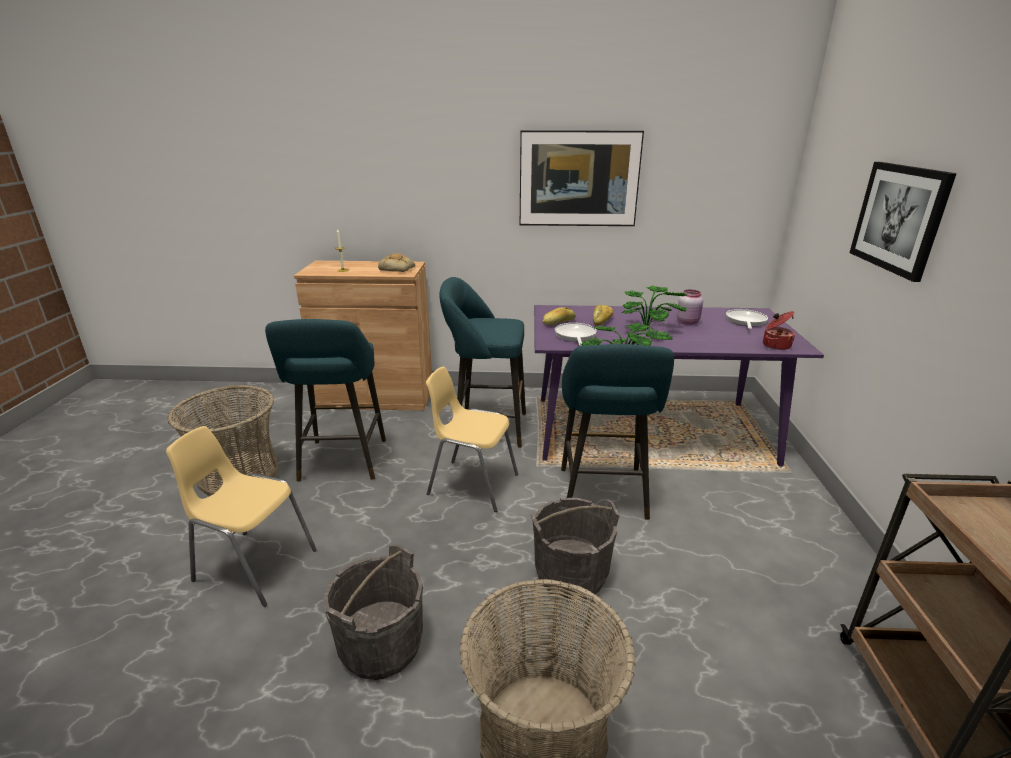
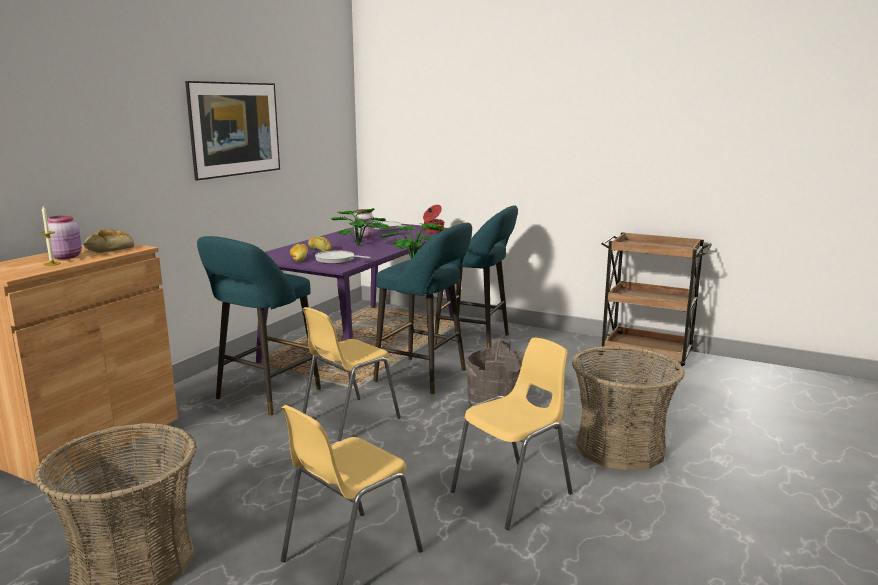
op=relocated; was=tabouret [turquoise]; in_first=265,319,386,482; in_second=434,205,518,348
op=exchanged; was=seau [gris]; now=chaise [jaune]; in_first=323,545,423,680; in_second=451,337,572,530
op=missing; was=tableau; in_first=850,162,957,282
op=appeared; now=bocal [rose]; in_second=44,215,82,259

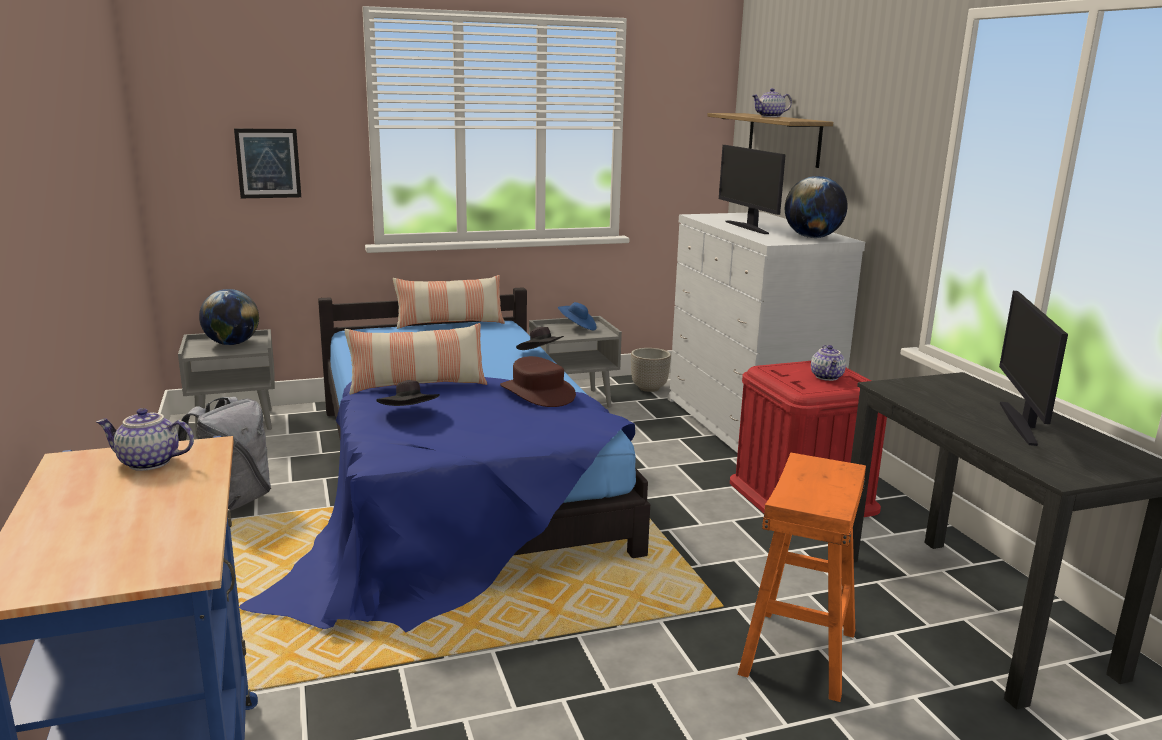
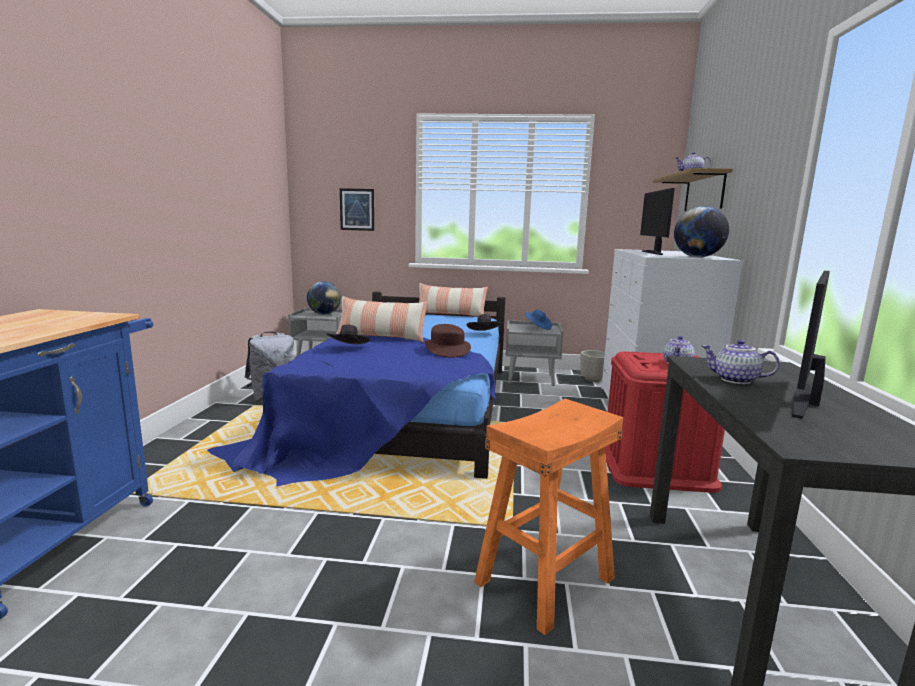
op=relocated; was=théière; in_first=96,408,194,471; in_second=702,340,780,384

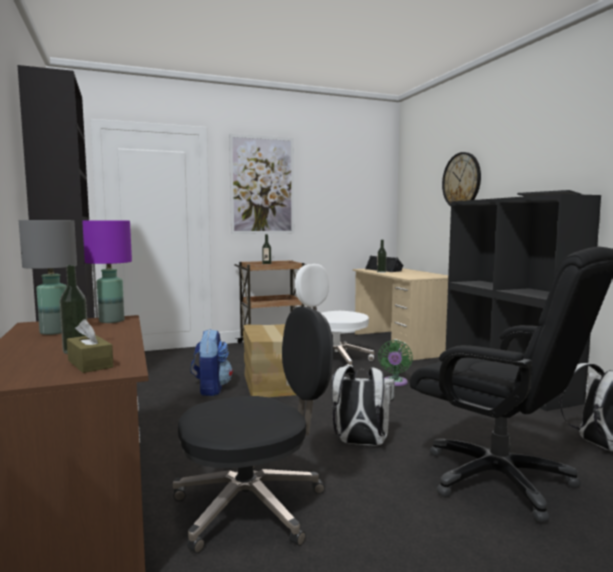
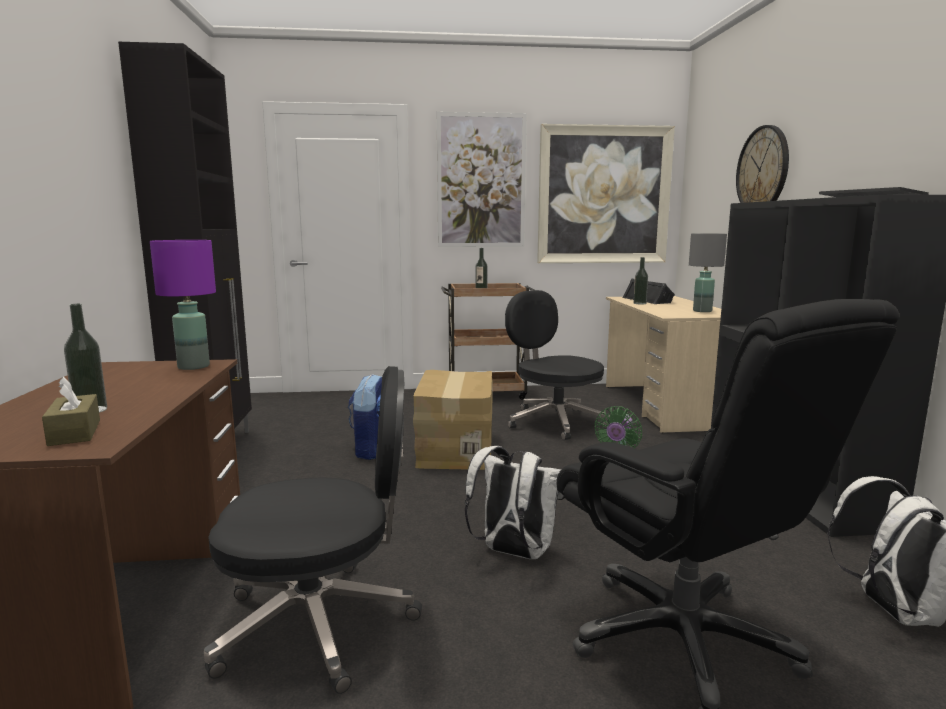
op=relocated; was=lampe de table [gris]; in_first=19,220,77,335; in_second=689,233,727,312
op=colour; was=chaise de bureau [blanc]; now=chaise de bureau [noir]; in_first=295,264,374,367; in_second=505,290,610,440
op=appeared; now=tableau; in_second=537,124,675,263

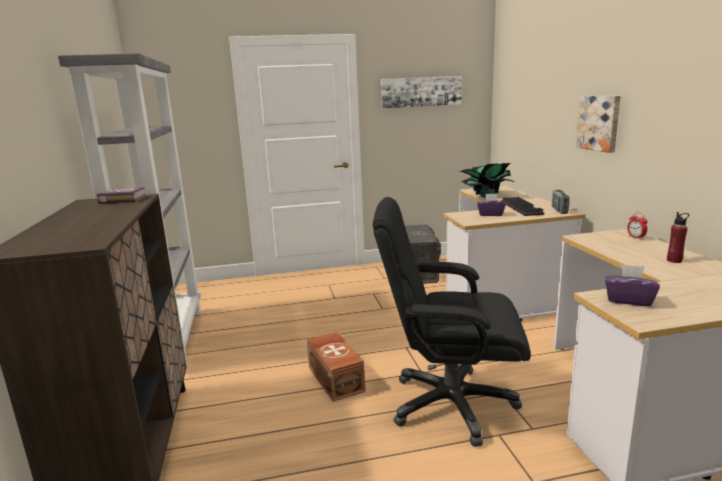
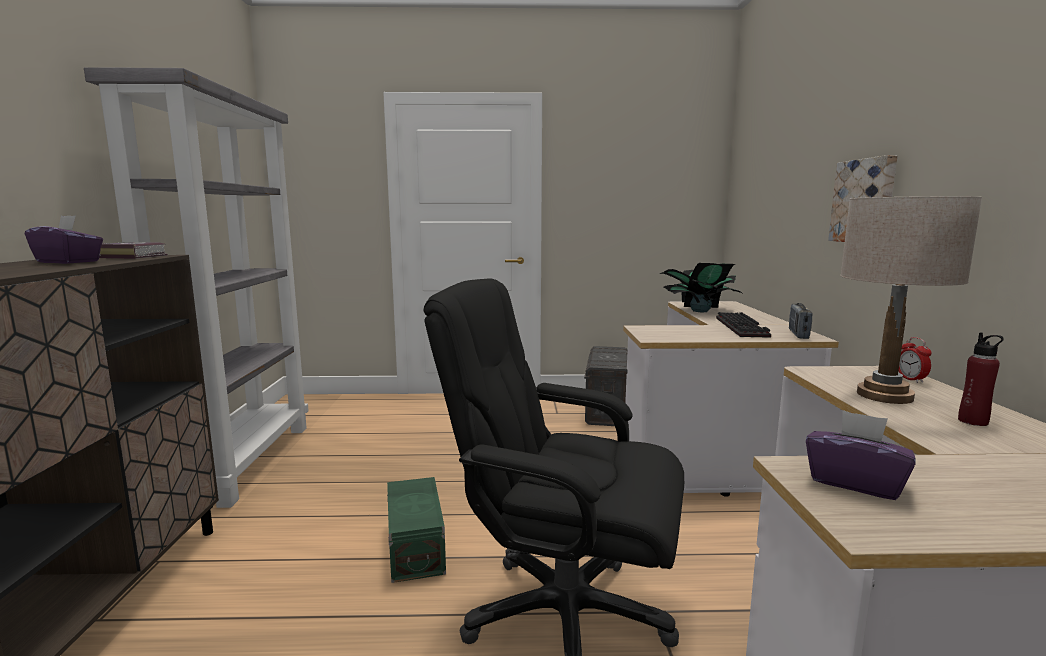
op=colour; was=boîte de rangement [marron]; now=boîte de rangement [vert]; in_first=307,332,365,402; in_second=387,477,446,583
op=missing; was=tableau; in_first=381,76,462,108
op=relocated; was=boîte à mouchoirs [violet]; in_first=477,194,506,216; in_second=25,215,103,264
op=appeared; now=lampe de table [beige]; in_second=840,196,982,404

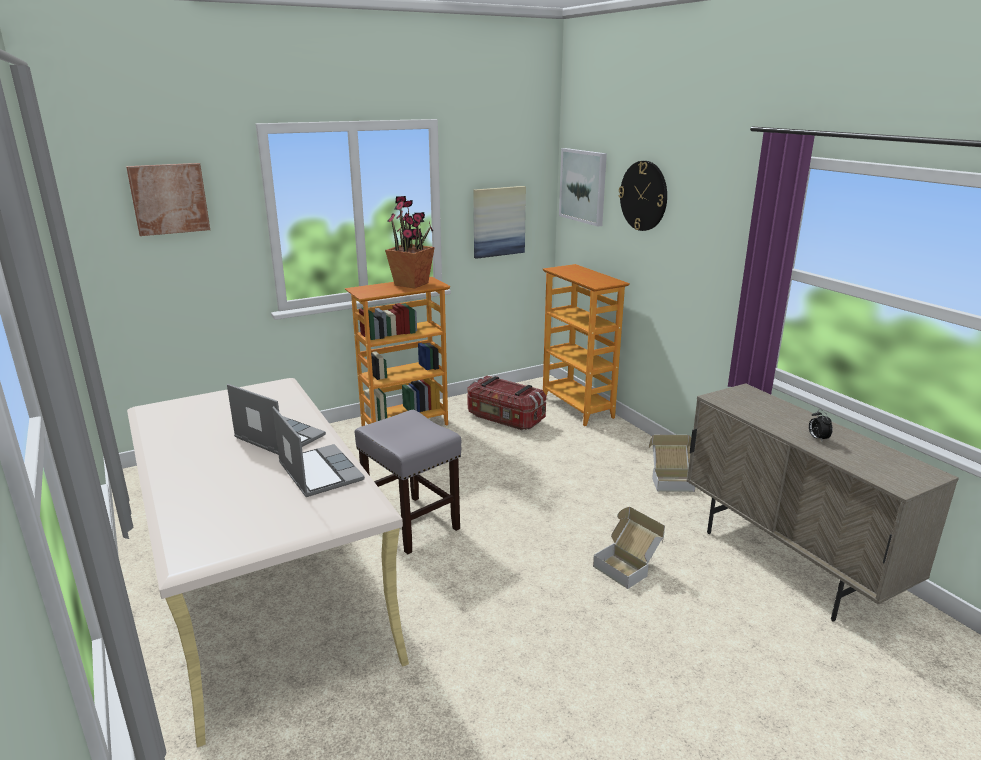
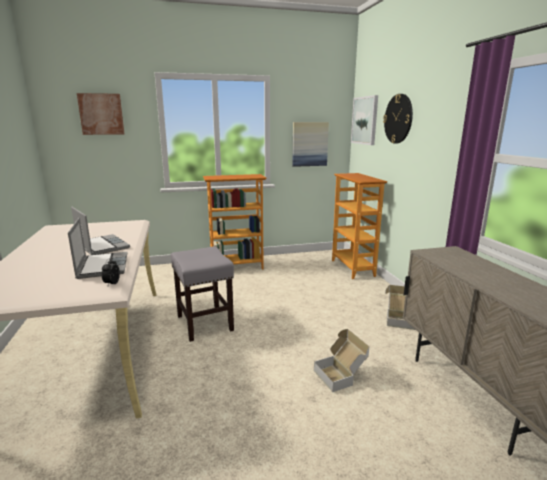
op=missing; was=plante en pot; in_first=385,196,435,289
op=missing; was=boîte de rangement; in_first=467,376,546,430
op=relocated; was=réveil; in_first=809,409,833,441; in_second=102,258,120,285

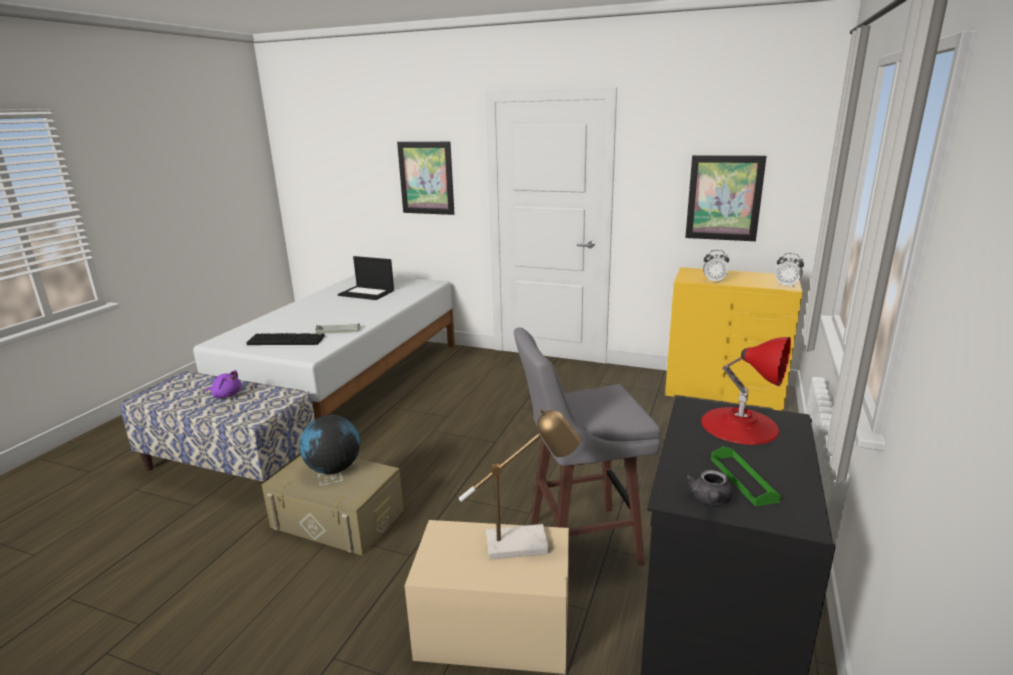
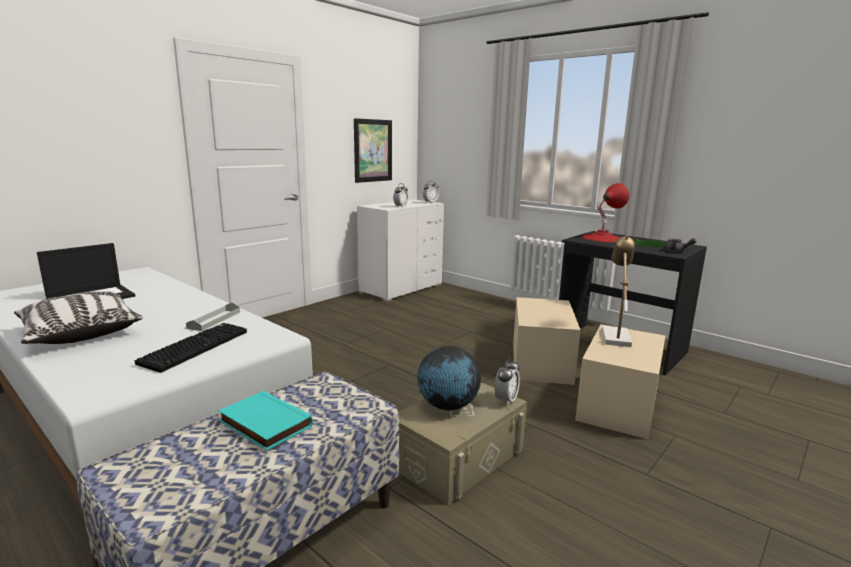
op=exchanged; was=peluche [violet]; now=livre [turquoise]; in_first=206,370,242,398; in_second=218,390,313,451
op=missing; was=tableau; in_first=397,142,454,215
op=exchanged; was=tabouret [gris]; now=boîte de rangement [beige]; in_first=514,327,661,566; in_second=513,297,581,385
op=colour; was=commode [jaune]; now=commode [blanc]; in_first=665,267,803,411; in_second=357,200,444,301
op=appeared; now=coussin; in_second=14,291,143,344
op=appeared; now=réveil; in_second=494,358,520,406

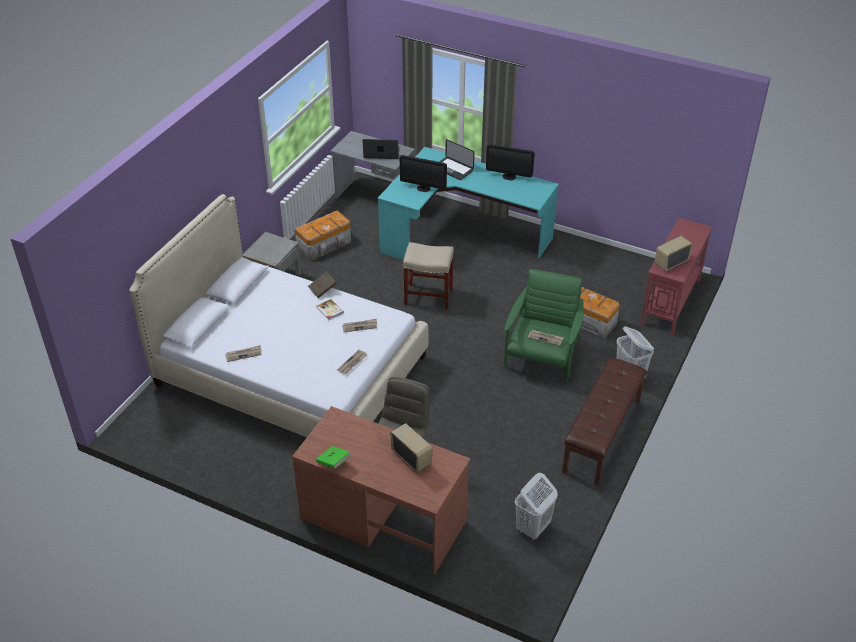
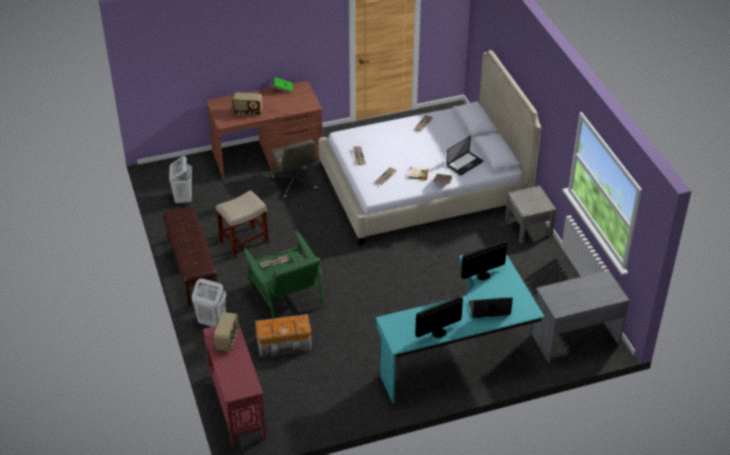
op=missing; was=boîte de rangement; in_first=295,210,351,260
op=relocated; was=ordinateur portable; in_first=363,139,400,159; in_second=446,136,483,176
op=relocated; was=tabouret [beige]; in_first=403,242,454,309; in_second=216,190,269,258

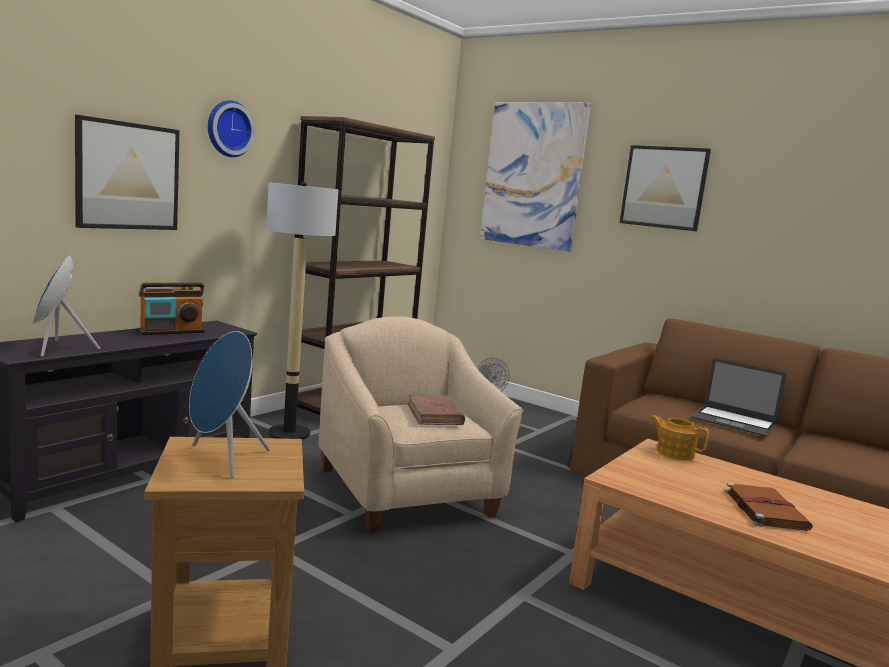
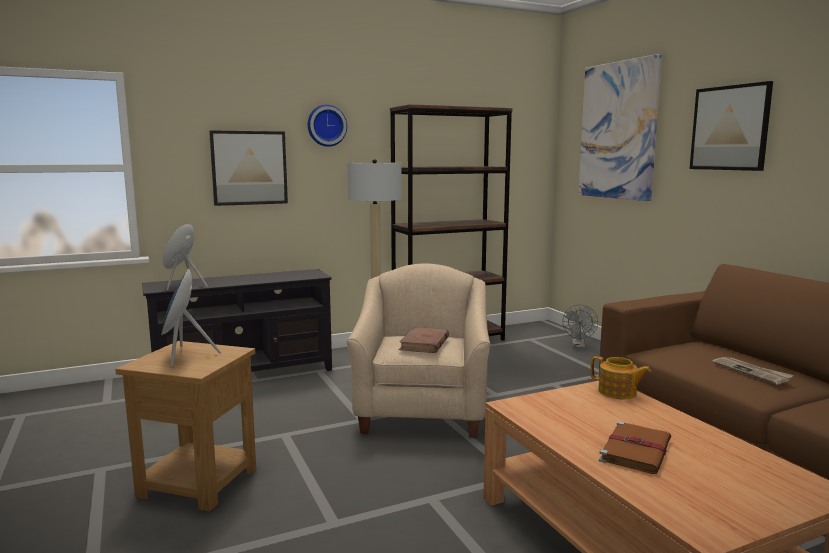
op=missing; was=radio; in_first=136,283,205,335
op=spun; was=théière; in_first=650,415,709,460; in_second=591,356,651,399; clockwise=150
op=exchanged; was=ordinateur portable; now=journal; in_first=692,358,786,436; in_second=712,357,794,385

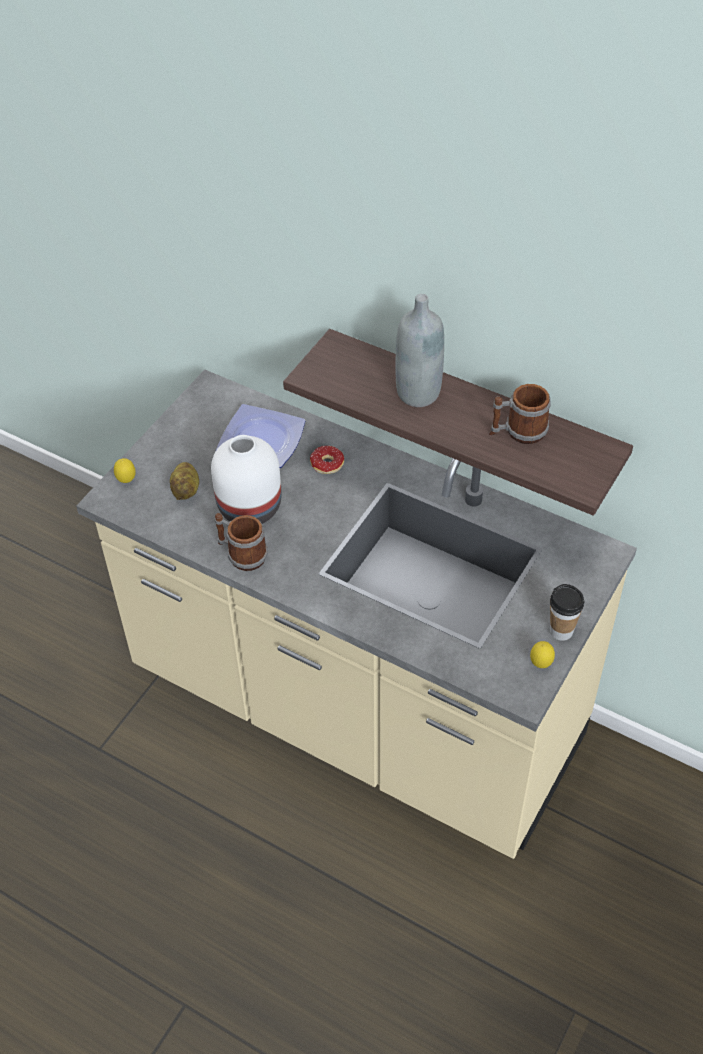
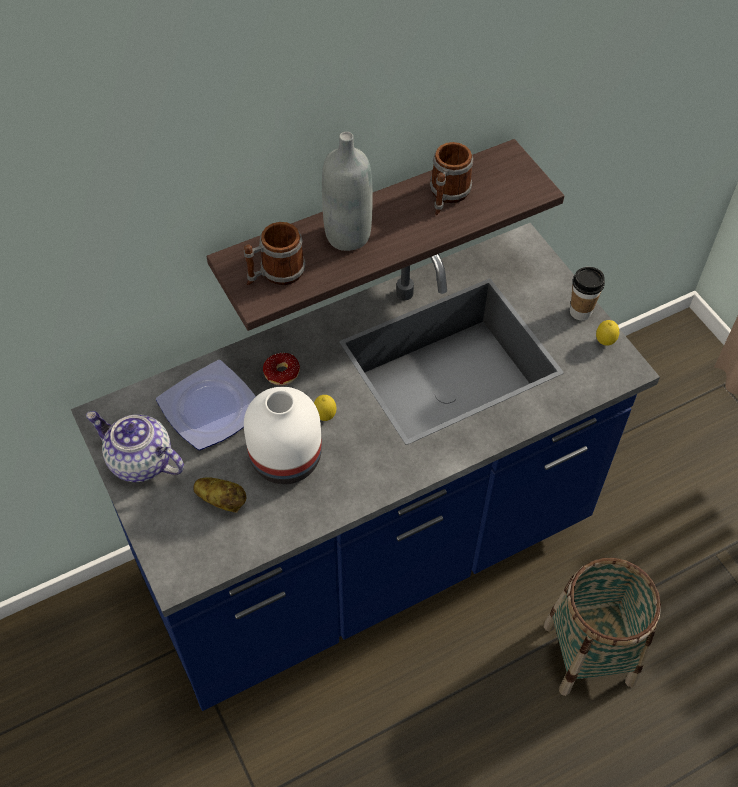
op=colour; was=comptoir de cuisine [beige]; now=comptoir de cuisine [bleu]; in_first=76,369,637,859; in_second=71,223,660,711
op=relocated; was=citron; in_first=114,458,136,483; in_second=314,395,337,421
op=relocated; was=mug; in_first=215,513,268,571; in_second=244,222,305,285
op=appeared; now=théière; in_second=86,411,184,482
op=appeared; now=panier; in_second=544,558,661,696

